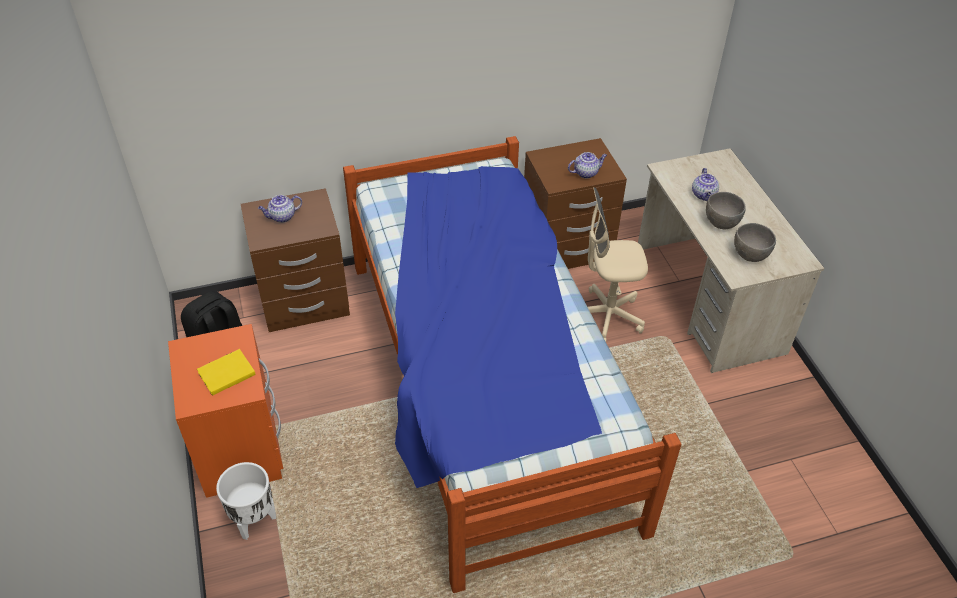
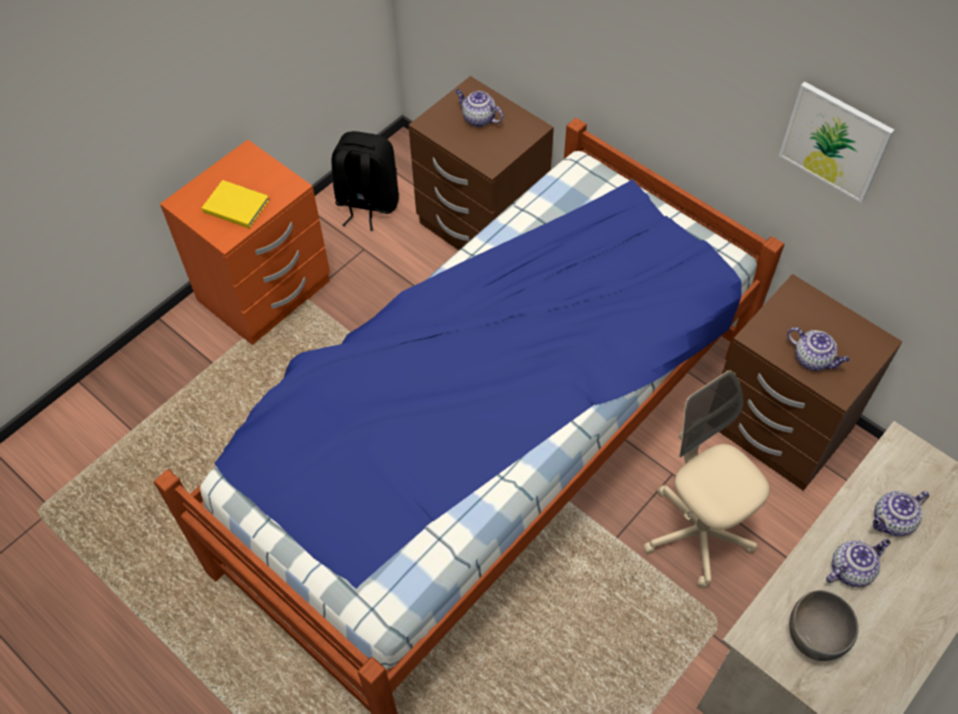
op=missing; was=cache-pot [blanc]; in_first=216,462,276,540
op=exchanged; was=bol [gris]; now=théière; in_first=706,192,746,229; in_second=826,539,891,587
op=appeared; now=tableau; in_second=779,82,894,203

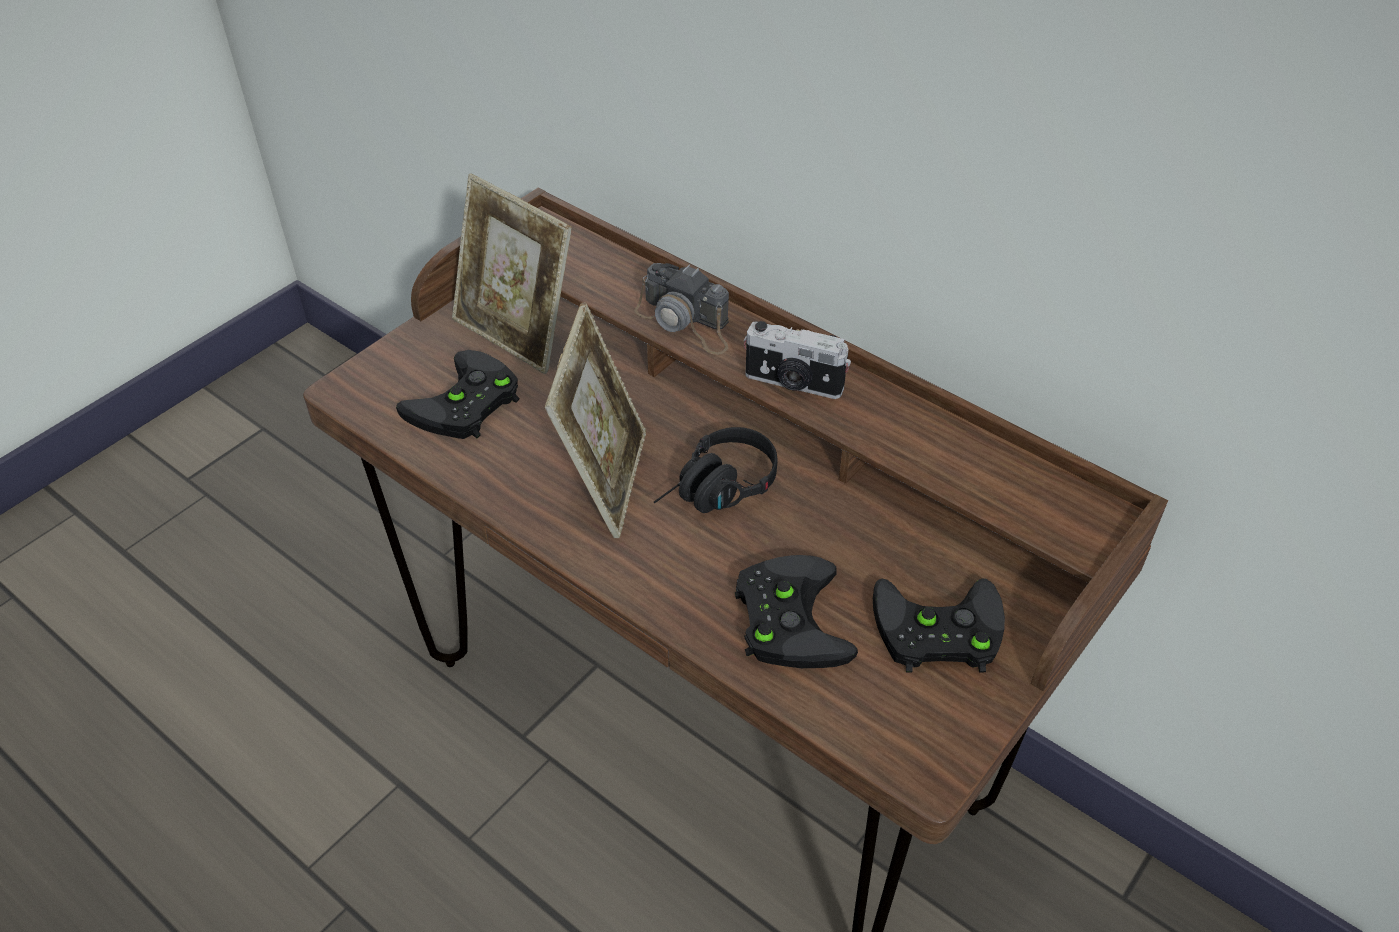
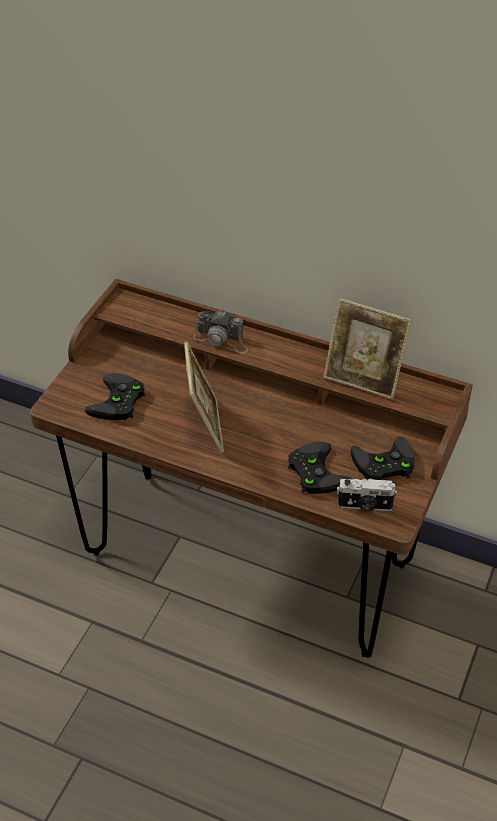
op=relocated; was=cadre photo; in_first=452,173,572,374; in_second=323,298,412,400
op=missing; was=casque audio [noir]; in_first=654,427,777,513
op=relocated; was=appareil photo; in_first=744,321,851,399; in_second=337,479,397,512

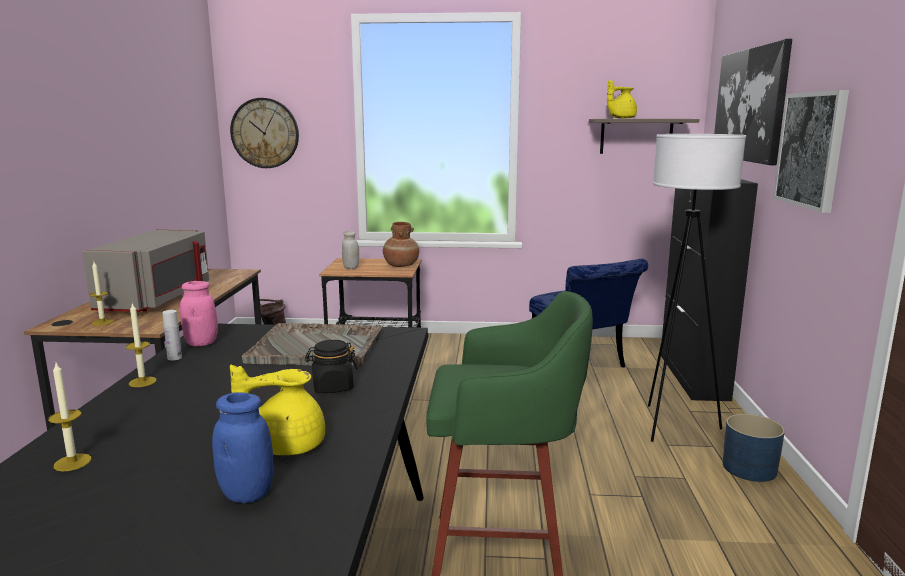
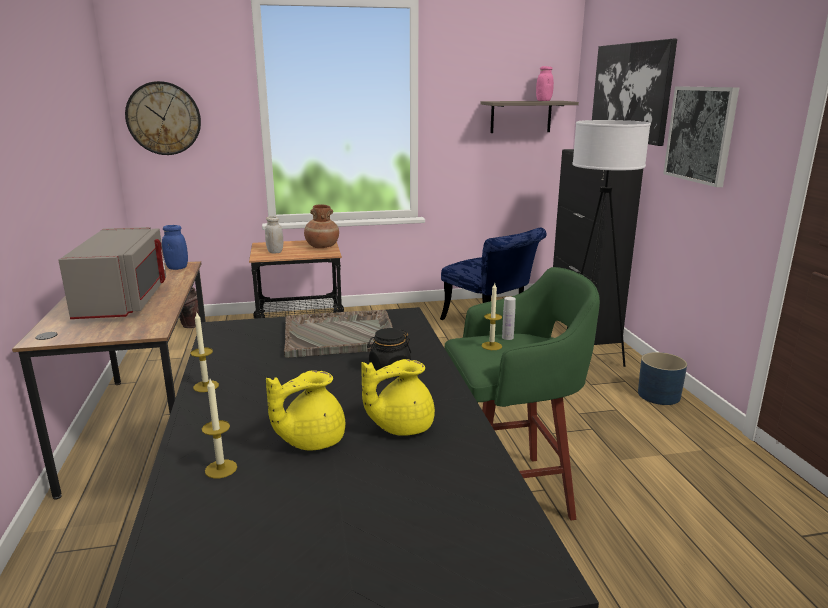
op=relocated; was=bougie; in_first=89,262,114,326; in_second=481,283,502,350
op=relocated; was=bouteille [blanc]; in_first=162,310,182,361; in_second=502,297,516,340
op=relocated; was=bocal [rose]; in_first=180,281,218,346; in_second=536,66,554,101
op=relocated; was=bocal [bleu]; in_first=212,392,274,503; in_second=162,225,188,270
op=relocated; was=théière [jaune]; in_first=607,80,637,119; in_second=266,370,345,451

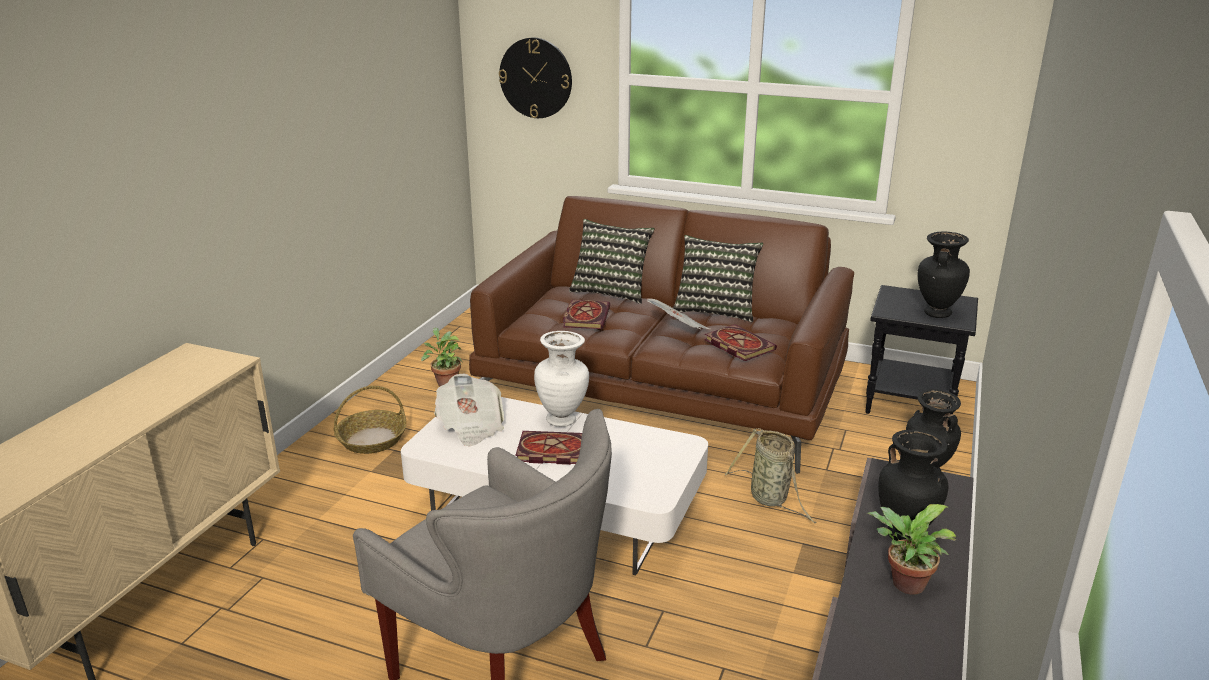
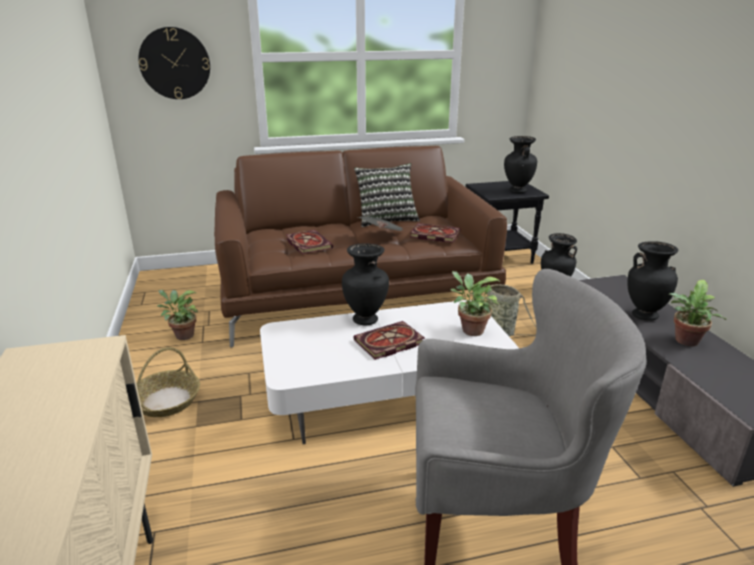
op=missing; was=journal; in_first=434,374,504,447
op=colour; was=vase [blanc]; now=vase [noir]; in_first=534,331,589,427; in_second=342,244,389,325
op=missing; was=coussin; in_first=569,219,655,304
op=appeared; now=plante en pot; in_second=450,271,501,336

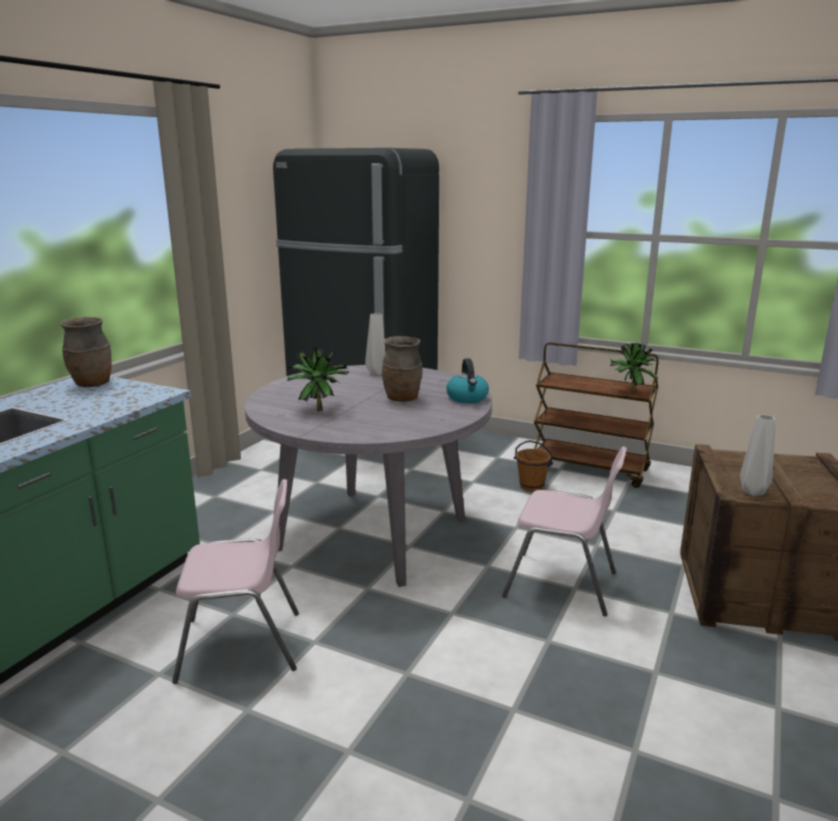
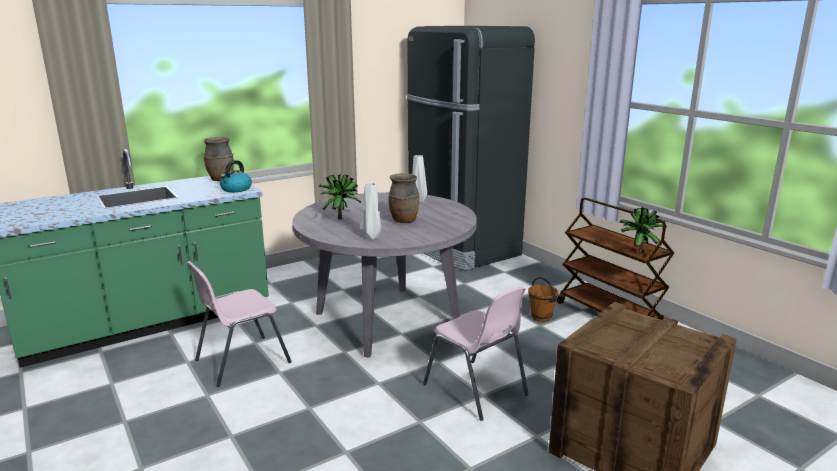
op=spun; was=chaise [rose]; in_first=172,479,299,684; in_second=187,261,292,387; clockwise=120
op=relocated; was=bouilloire; in_first=446,358,489,403; in_second=220,160,252,192
op=relocated; was=vase [gris]; in_first=740,414,776,496; in_second=361,183,381,239

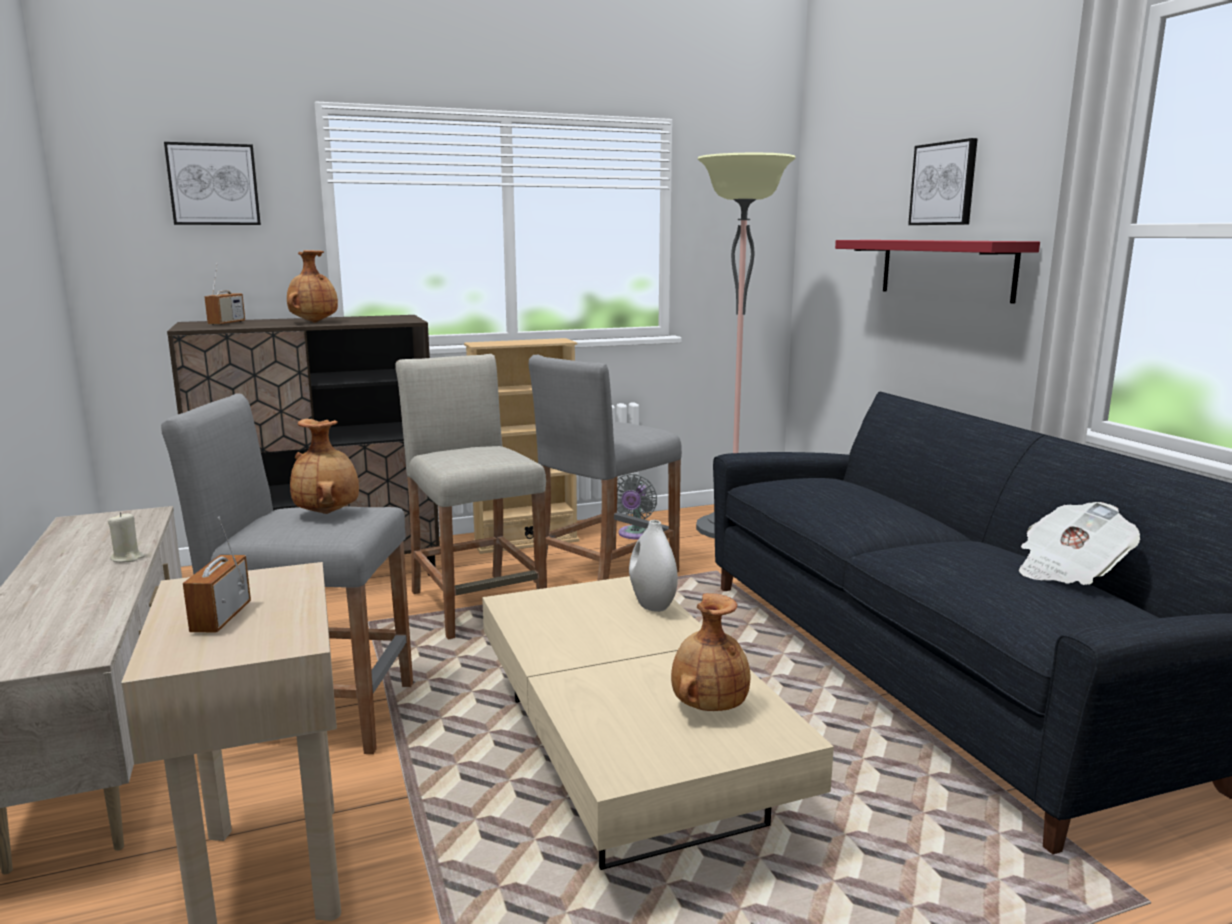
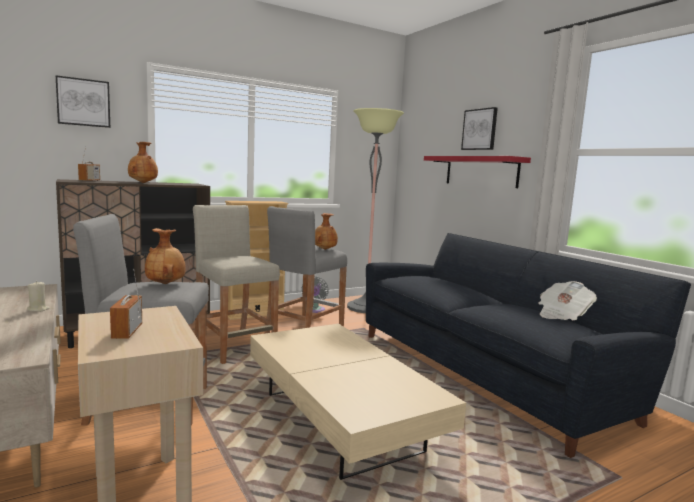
op=missing; was=vase [blanc]; in_first=629,520,678,612
op=relocated; was=vase [marron]; in_first=671,593,750,711; in_second=315,213,338,250

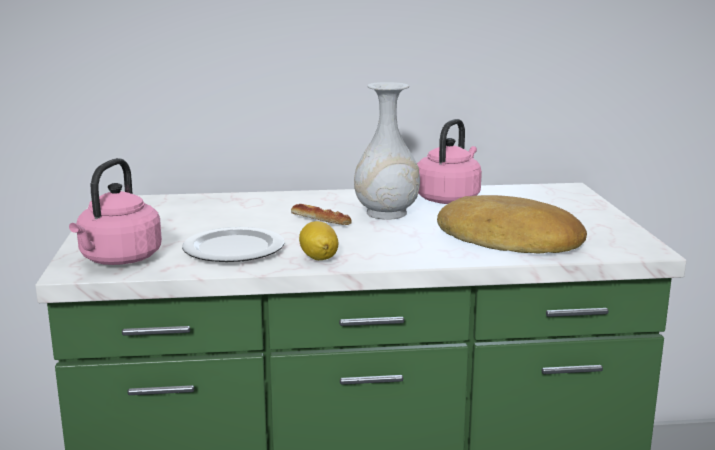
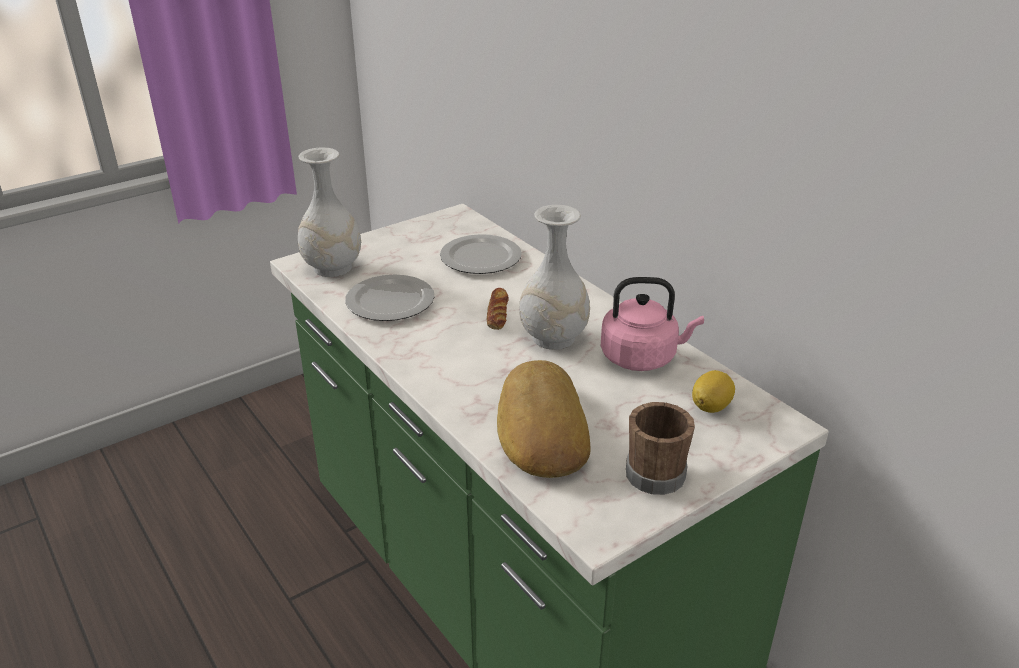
op=exchanged; was=bouilloire [rose]; now=vase [blanc]; in_first=69,158,162,265; in_second=298,147,361,277
op=relocated; was=citron; in_first=299,221,338,260; in_second=692,370,735,413
op=appeared; now=assiette; in_second=440,234,522,274
op=appeared; now=mug [marron]; in_second=626,402,695,495

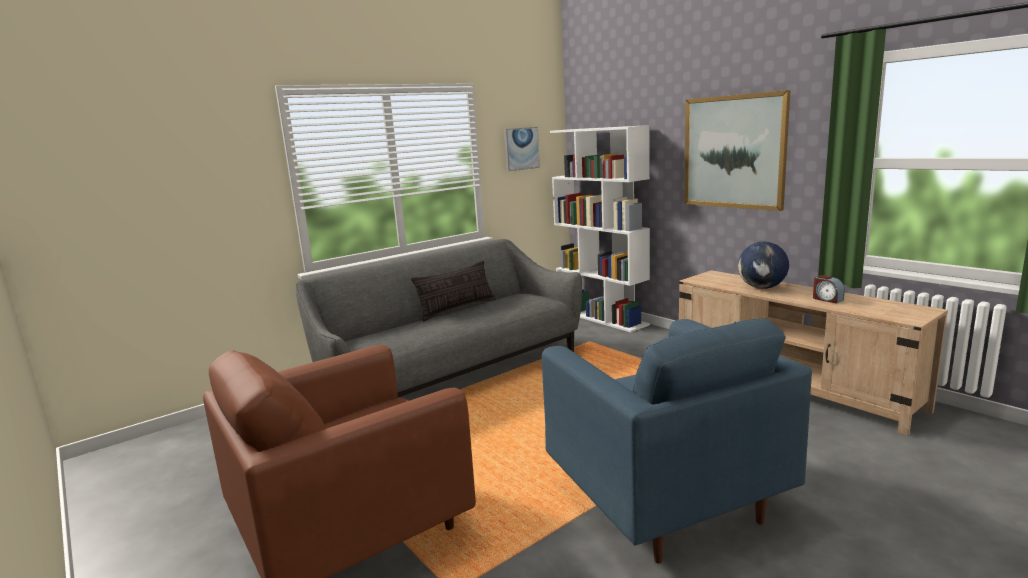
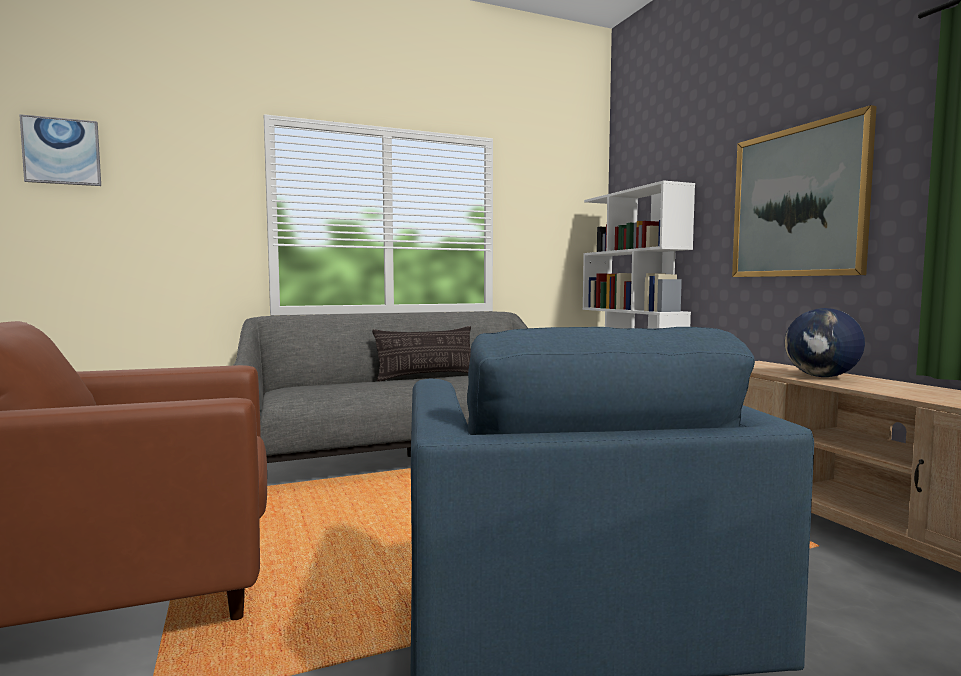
op=relocated; was=tableau; in_first=504,127,540,171; in_second=19,114,101,186
op=missing; was=réveil; in_first=813,275,845,304

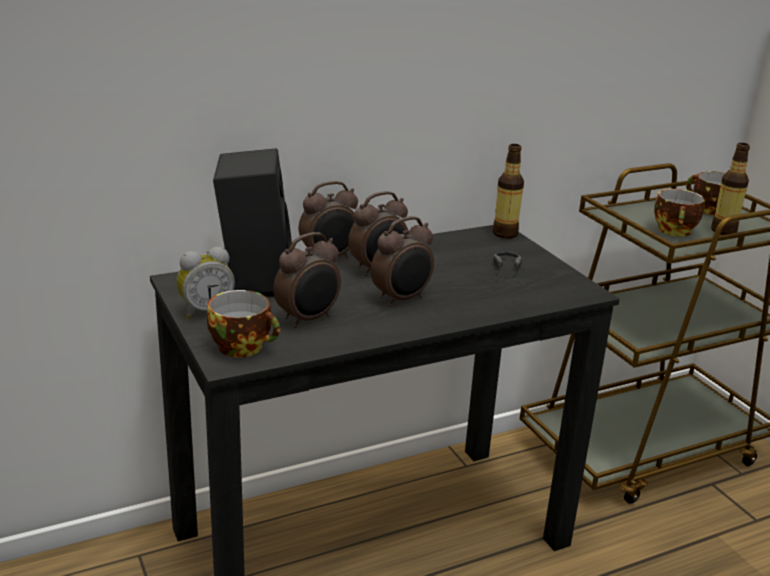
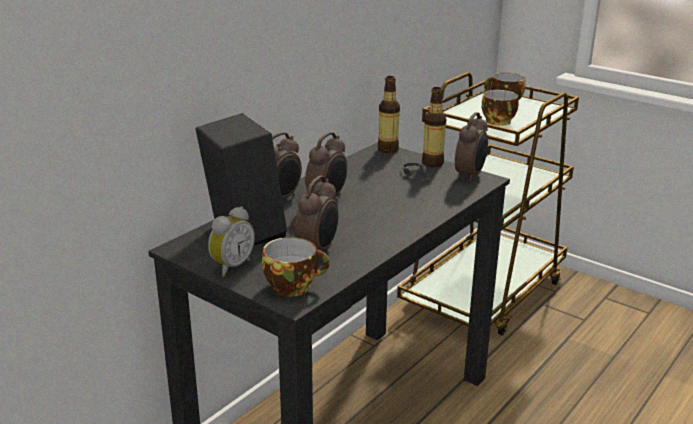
op=relocated; was=réveil; in_first=371,216,434,307; in_second=455,112,488,182
op=relocated; was=bouteille; in_first=711,143,750,235; in_second=422,87,446,167

